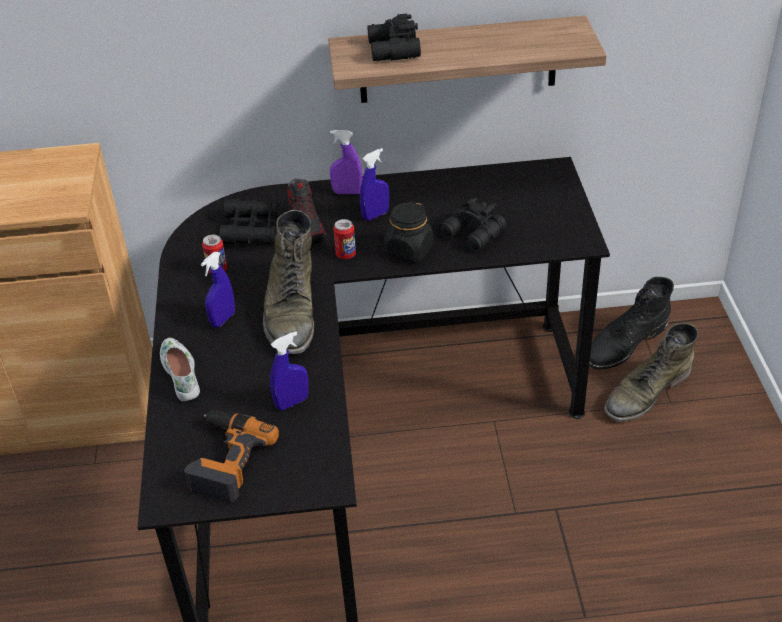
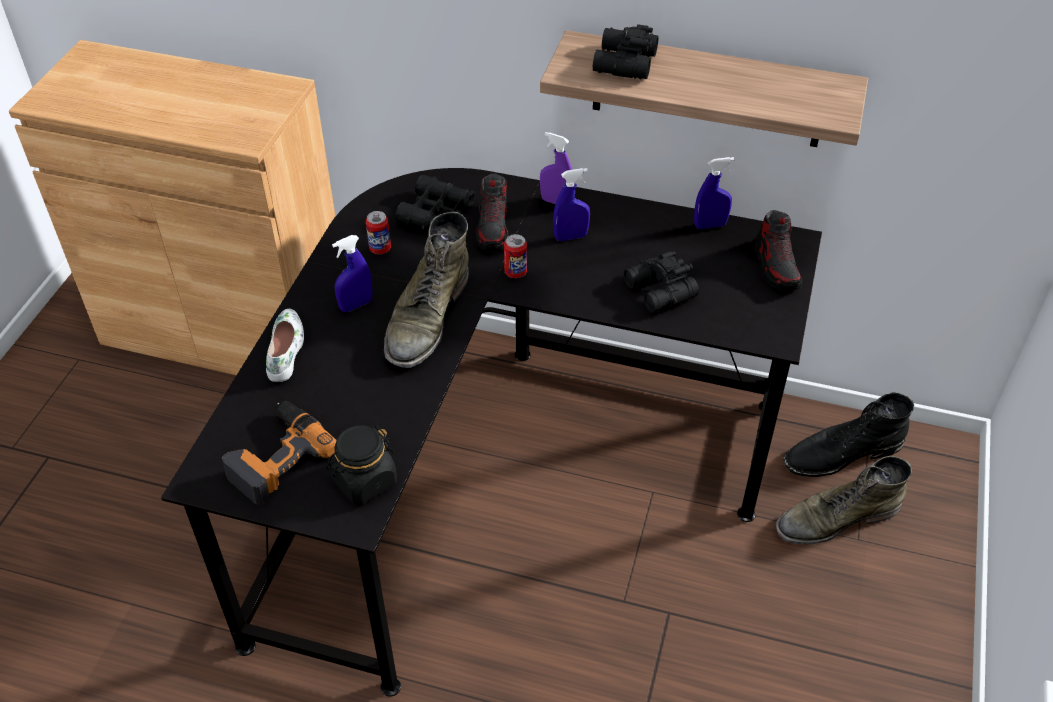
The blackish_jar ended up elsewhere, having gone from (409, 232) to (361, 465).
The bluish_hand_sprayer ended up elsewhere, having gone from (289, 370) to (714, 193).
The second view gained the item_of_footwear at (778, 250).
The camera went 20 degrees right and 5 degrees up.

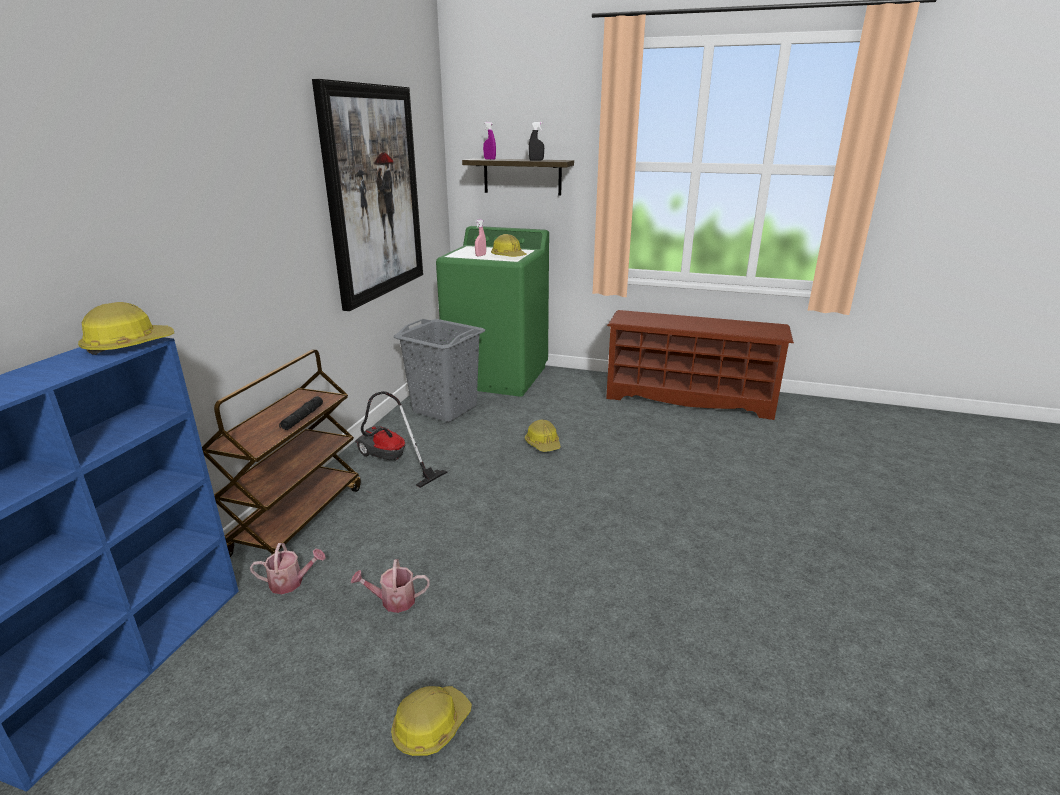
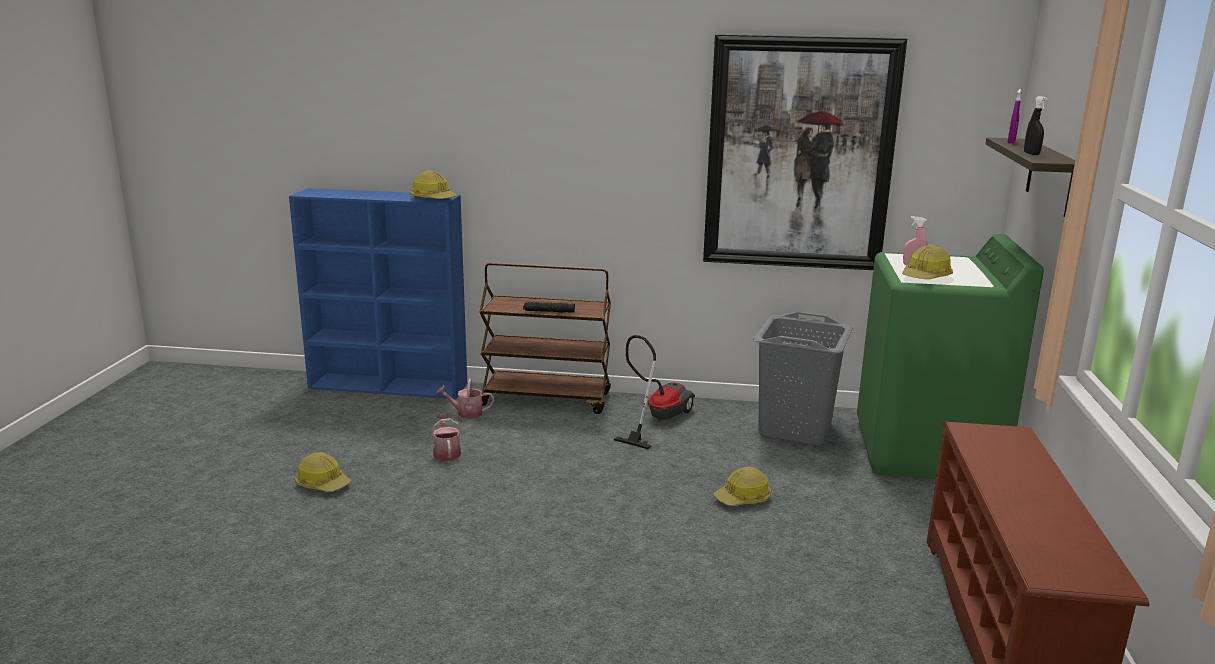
The watering_can at (288, 568) ended up facing another way, 105 degrees clockwise from before.
The camera went 80 degrees right and 5 degrees down.

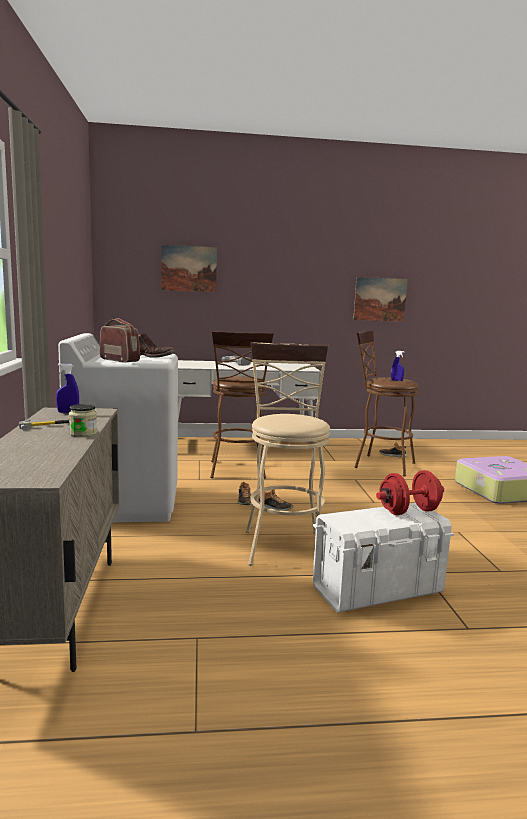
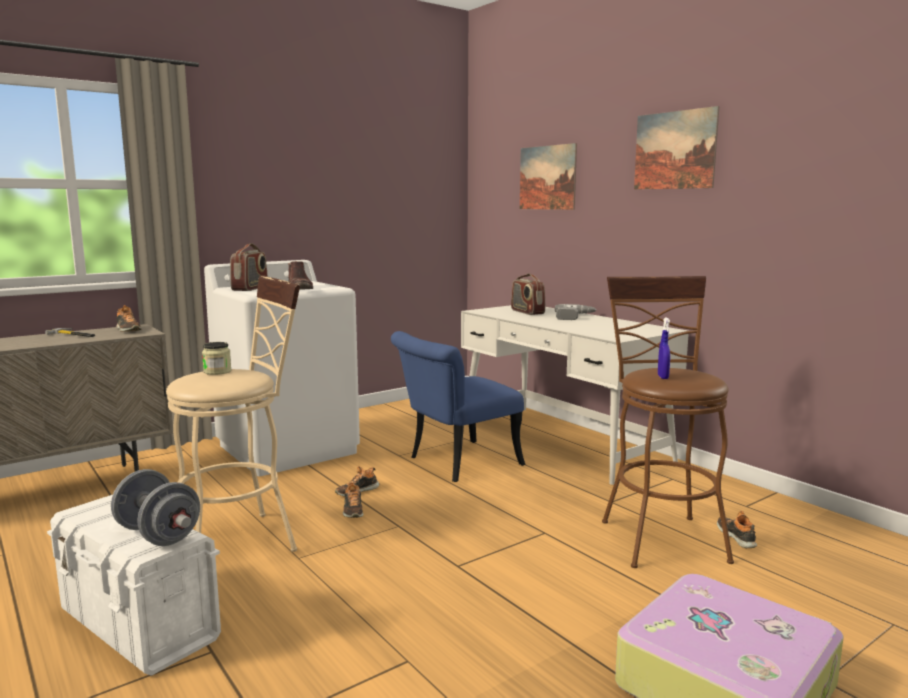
The wall_picture ended up elsewhere, having gone from (380, 299) to (677, 148).
Where the brownish_stool_seat stood at (242, 405), the bluish_chair came to stand at (458, 406).
Where the bluish_hand_sprayer stood at (67, 388), the item_of_footwear came to stand at (128, 318).
The jar ended up elsewhere, having gone from (83, 420) to (216, 358).
What was the red-coloured_dumbbell at (410, 492) turned into the greyish_dumbbell at (155, 507).
The second view gained the radio_set at (528, 294).
The camera went 60 degrees right and 0 degrees up.

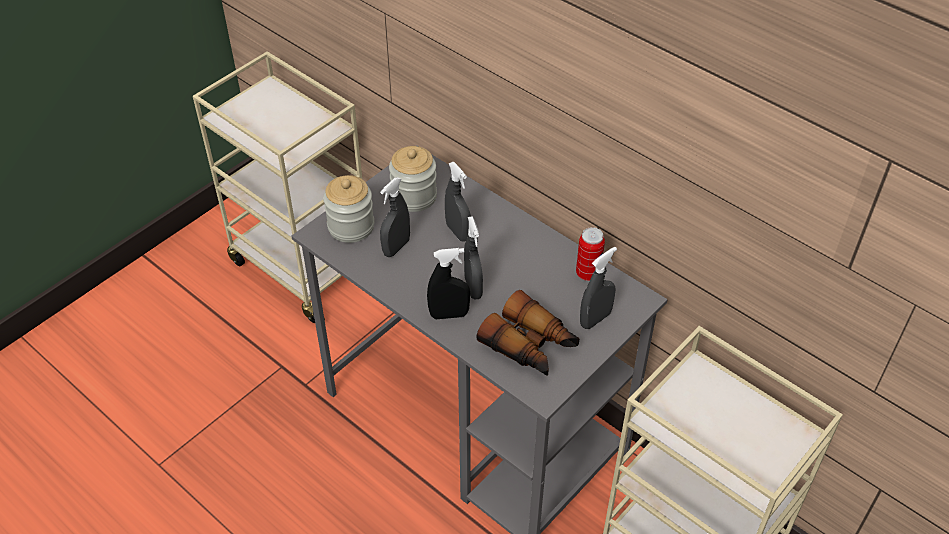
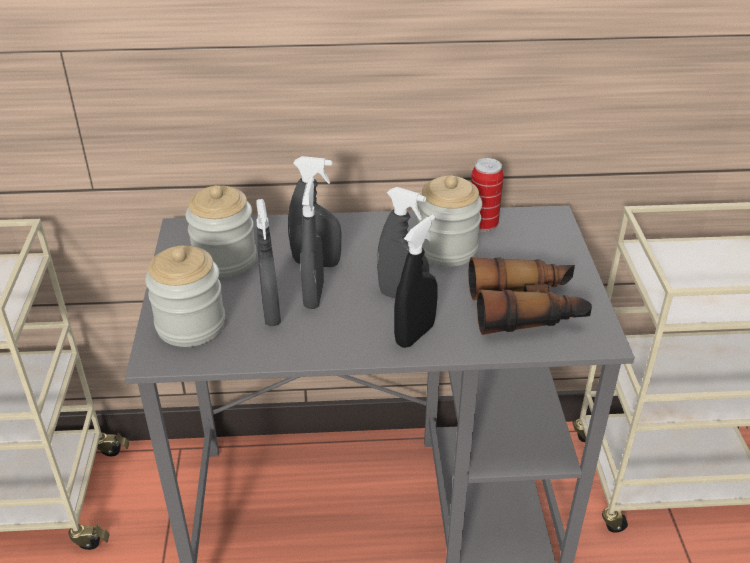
The greyish_hand_sprayer ended up elsewhere, having gone from (598, 288) to (312, 243).
The second view gained the jar at (449, 221).
The camera went 45 degrees left and 10 degrees down.

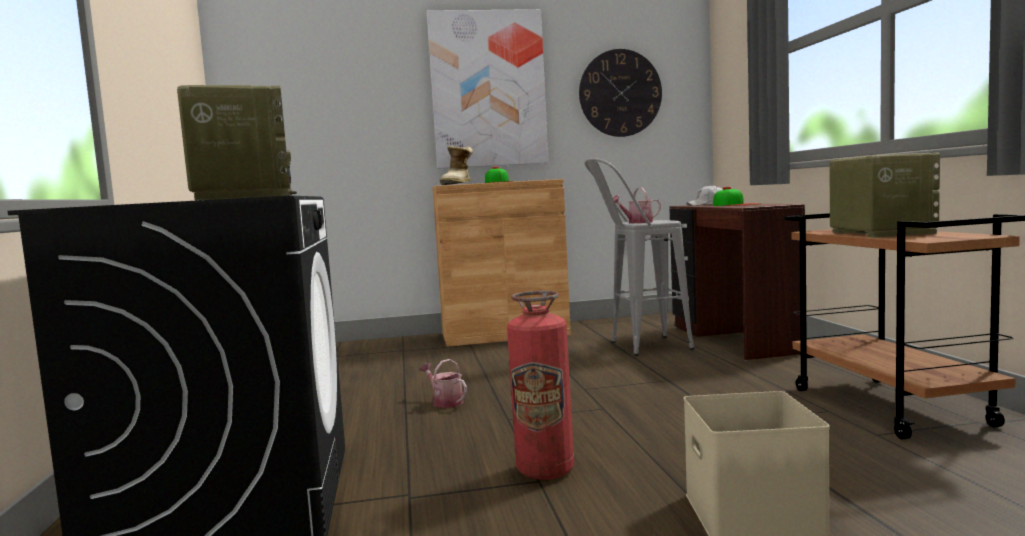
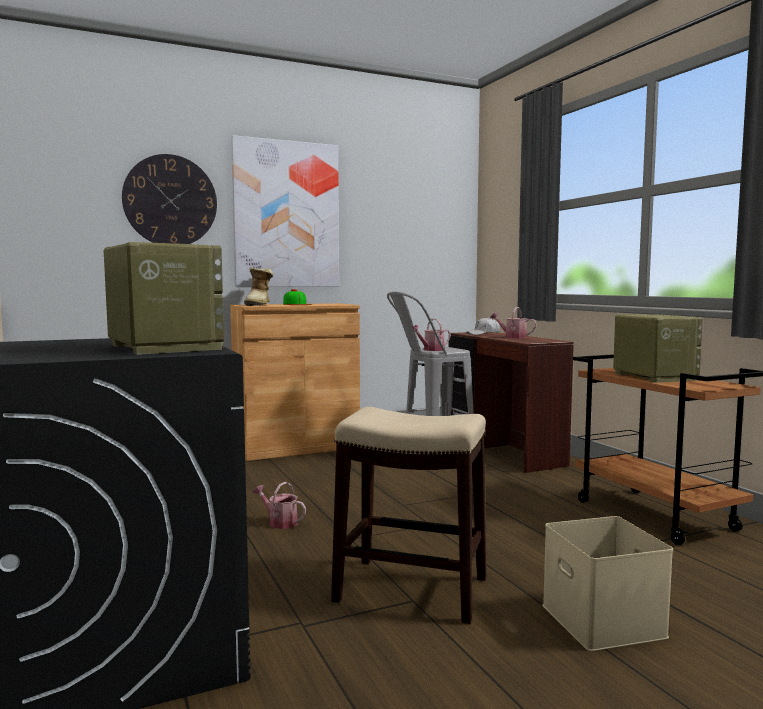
The hanging_clock ended up elsewhere, having gone from (620, 93) to (169, 199).
Where the baseball_cap stood at (737, 196), the watering_can came to stand at (513, 322).
Where the fire-fighting_cylinder stood at (540, 385), the stool_seat came to stand at (408, 515).
The camera went 15 degrees left and 0 degrees up.

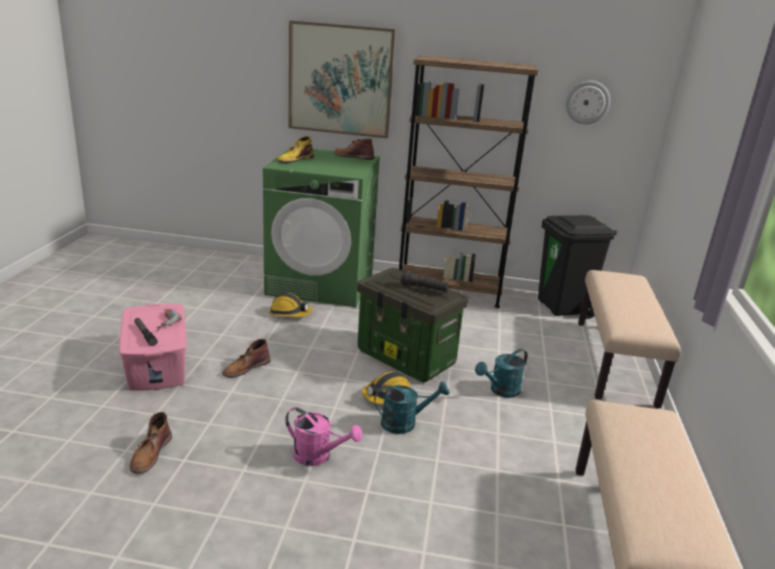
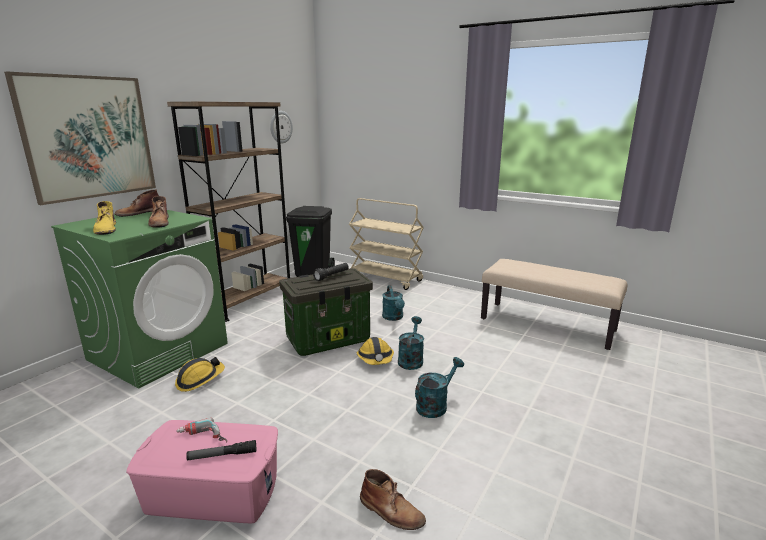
Where the sand-coloured_bench stood at (629, 339), the sand-coloured_wheeled_cart came to stand at (386, 244).
The brownish_tall_boot ended up elsewhere, having gone from (246, 358) to (158, 212).
What was the pink_watering_can at (324, 436) turned into the turquoise-coloured_watering_can at (439, 387).
The camera went 65 degrees left and 5 degrees down.

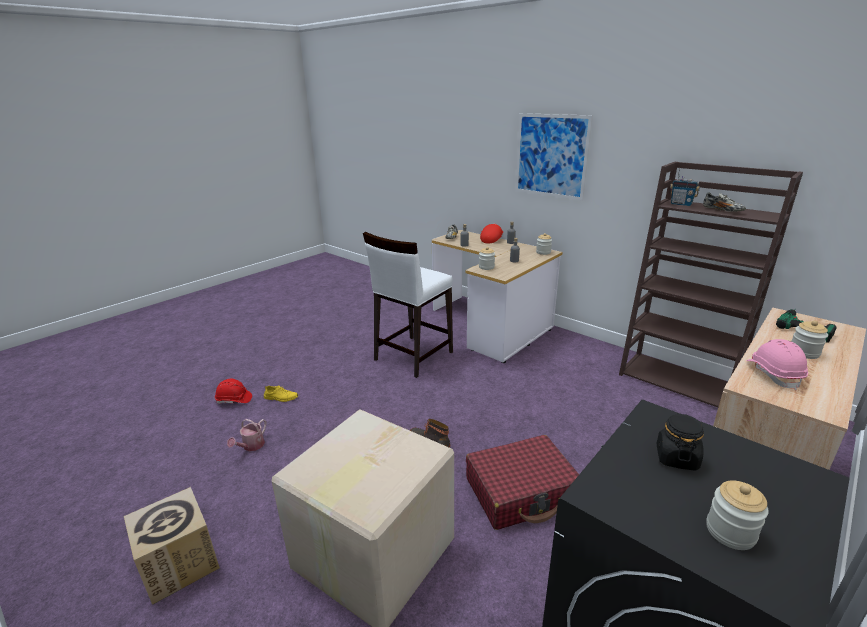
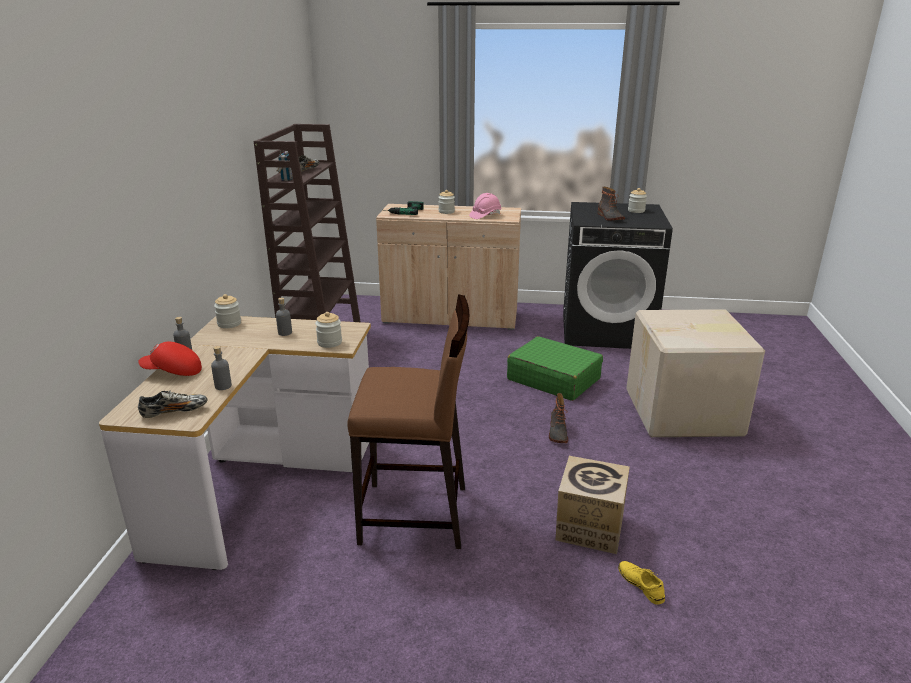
The second view lost the wall_picture at (554, 157).
What was the white-coloured_stool_seat at (408, 305) turned into the brownish_stool_seat at (408, 421).
The second view lost the red-coloured_safety_helmet at (233, 391).
Where the blackish_jar stood at (680, 442), the tall_boot came to stand at (611, 204).
The second view lost the watering_can at (247, 435).
What was the red-coloured_suitcase at (522, 482) turned into the greenish_suitcase at (555, 368).
The carton ended up elsewhere, having gone from (172, 546) to (593, 505).
The camera went 125 degrees left and 0 degrees up.

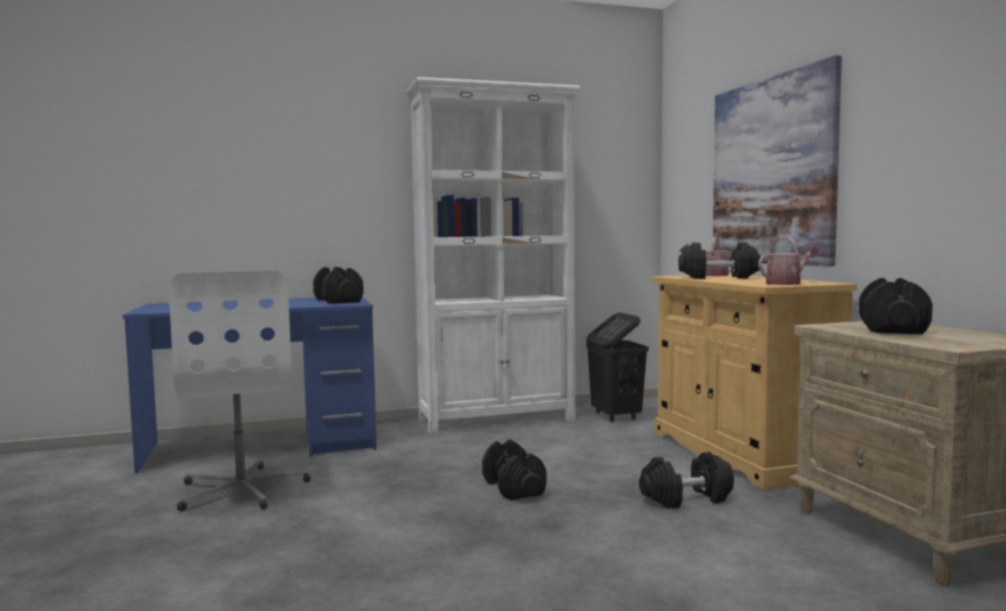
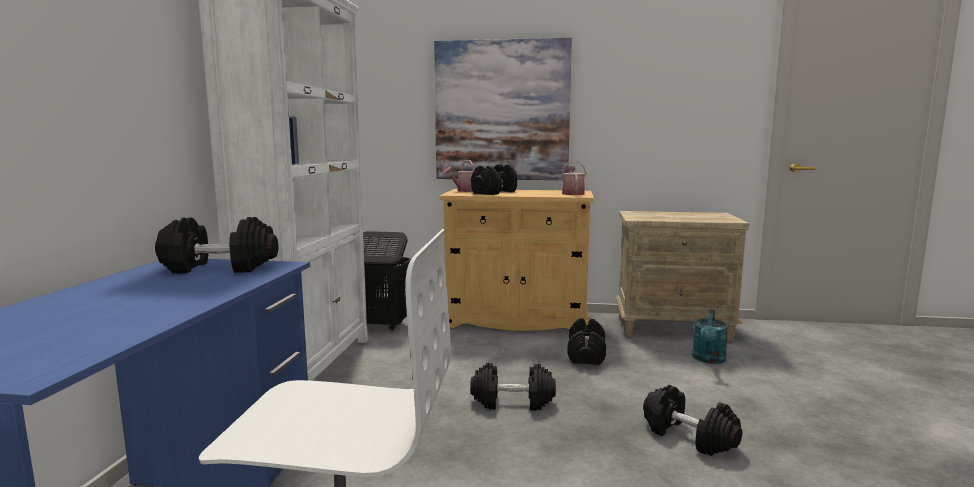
The blackish_dumbbell ended up elsewhere, having gone from (896, 306) to (692, 420).
The second view gained the turquoise-coloured_watering_can at (710, 337).
The camera went 65 degrees left and 5 degrees up.

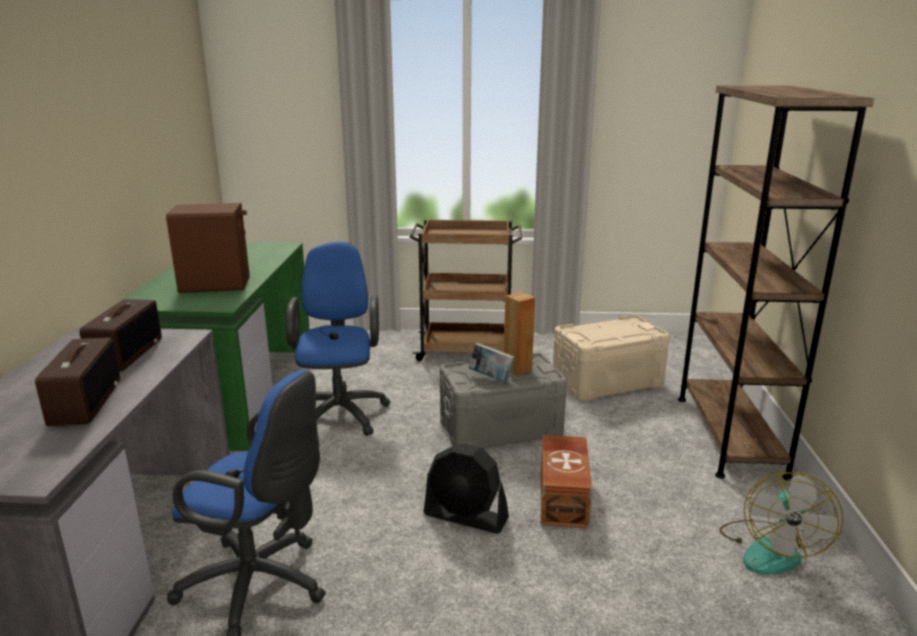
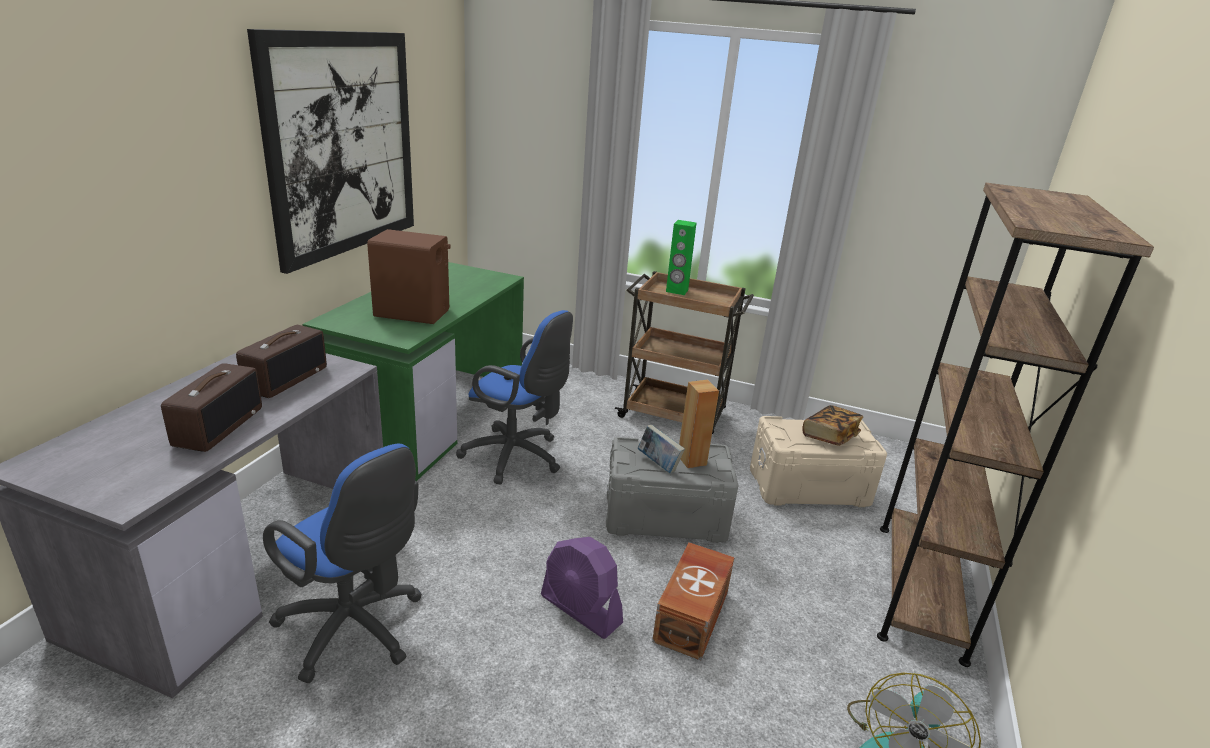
The bluish_computer_chair at (338, 339) ended up facing another way, 105 degrees clockwise from before.
What was the blackish_fan at (466, 489) turned into the purplish_fan at (582, 588).
The second view gained the wall_picture at (330, 151).
The second view gained the greenish_speaker at (681, 257).
The second view gained the volume at (832, 425).
The camera went 15 degrees right and 5 degrees up.

